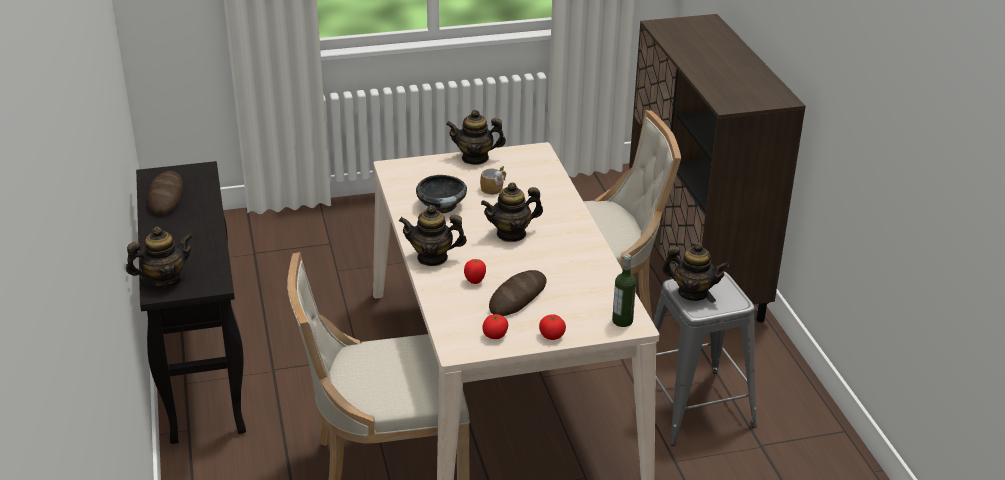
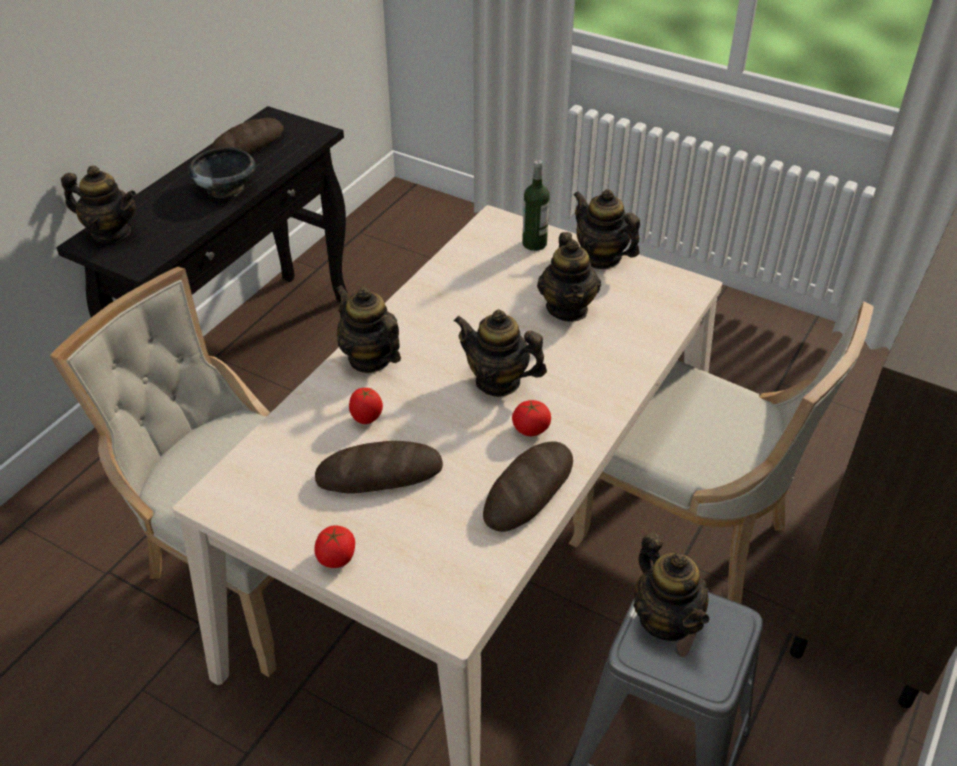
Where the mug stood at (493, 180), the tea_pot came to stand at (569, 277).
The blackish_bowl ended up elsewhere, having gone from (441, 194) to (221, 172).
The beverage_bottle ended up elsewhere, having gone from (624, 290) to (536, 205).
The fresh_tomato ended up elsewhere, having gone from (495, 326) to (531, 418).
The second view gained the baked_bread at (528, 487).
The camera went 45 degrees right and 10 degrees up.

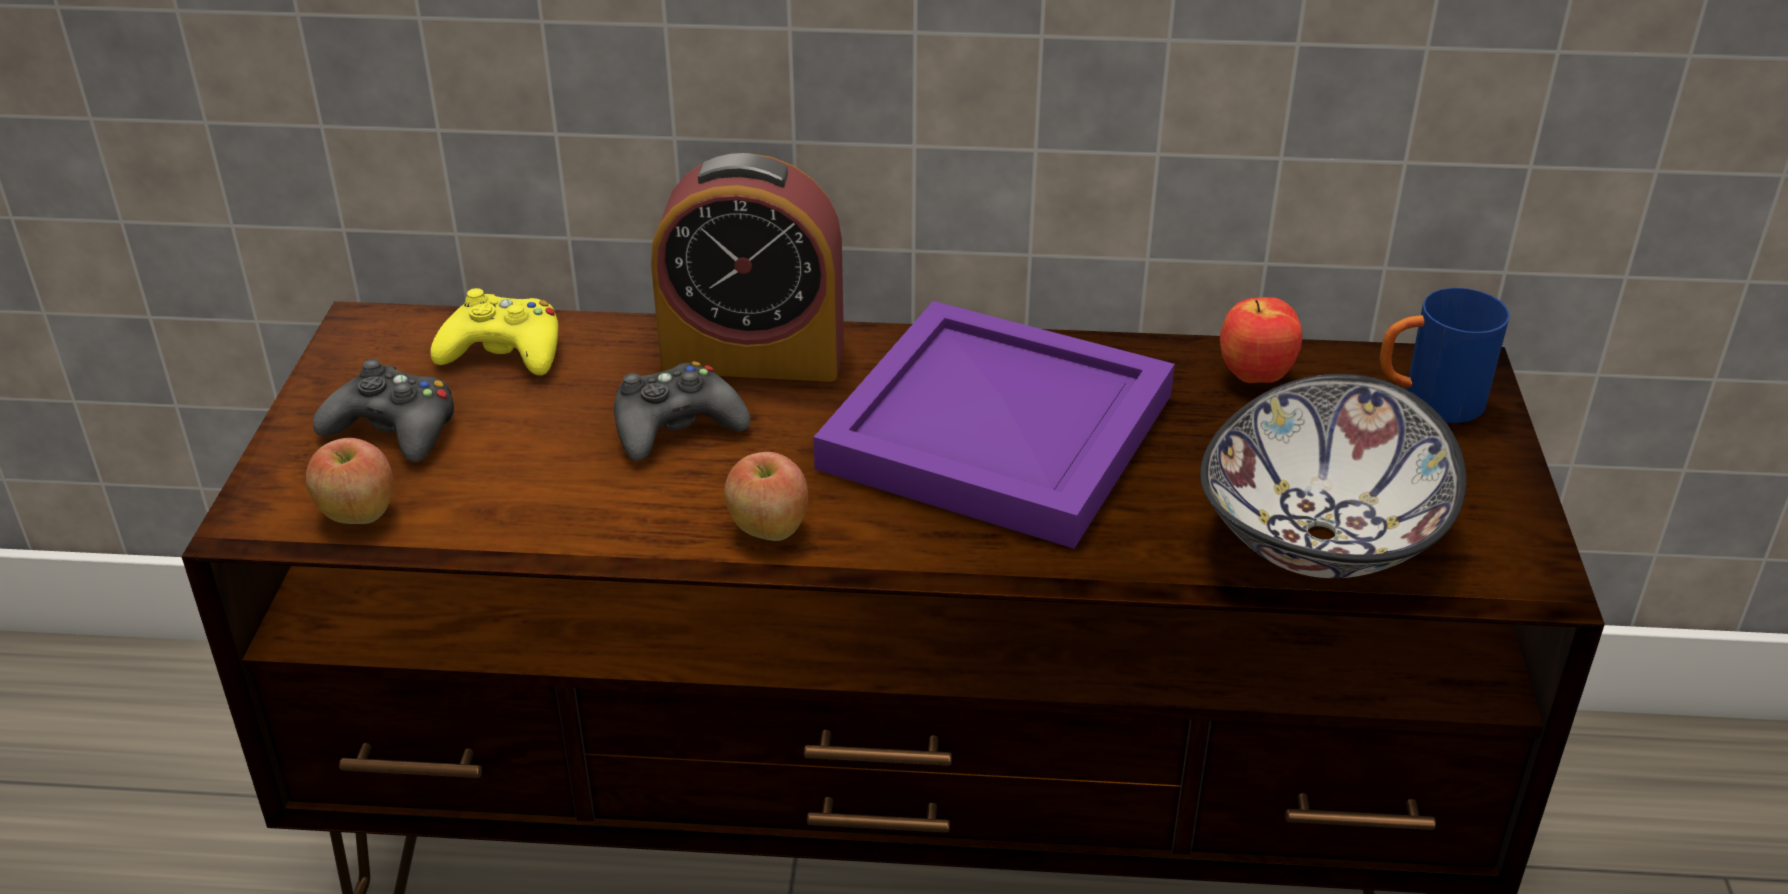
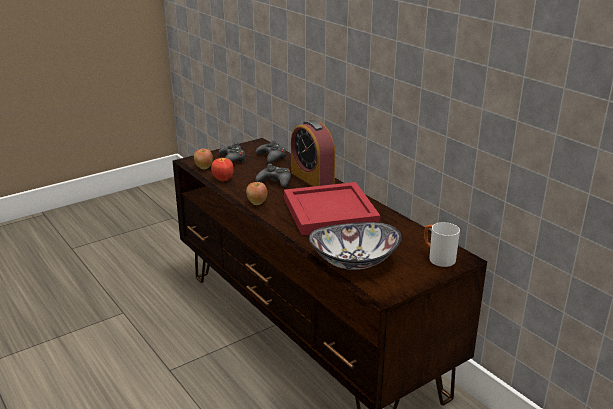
What was the yellow-coloured_joypad at (494, 331) turned into the blackish_joypad at (271, 151).
What was the bluish_mug at (1445, 355) turned into the white-coloured_mug at (442, 244).
The apple_fruit ended up elsewhere, having gone from (1261, 340) to (222, 169).
What was the purplish_serving_tray at (994, 425) turned into the red-coloured_serving_tray at (332, 208).
The camera went 50 degrees right and 10 degrees down.

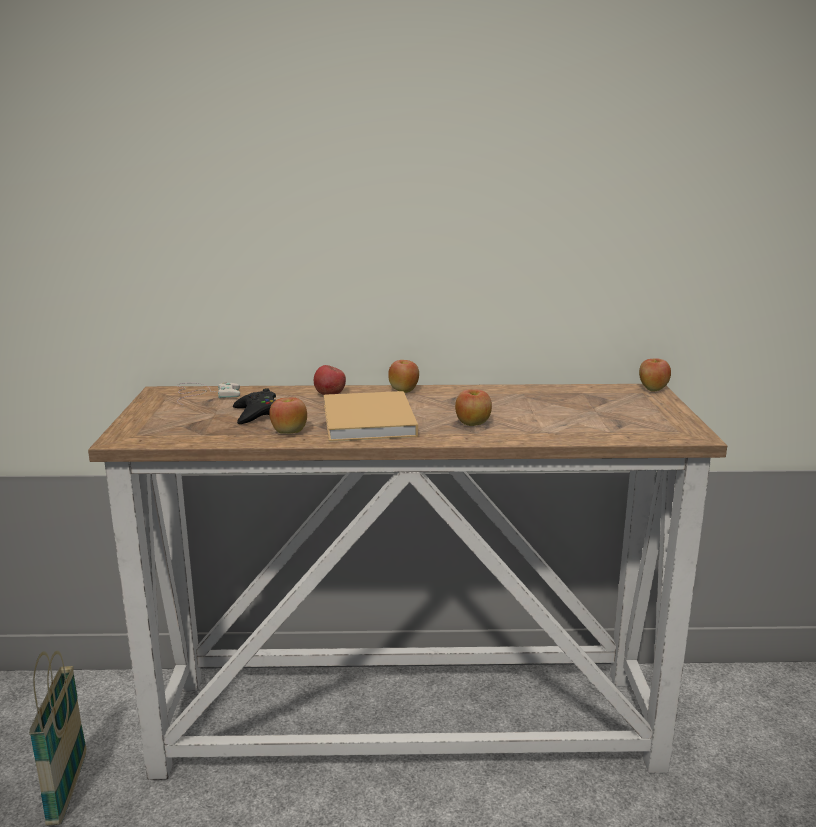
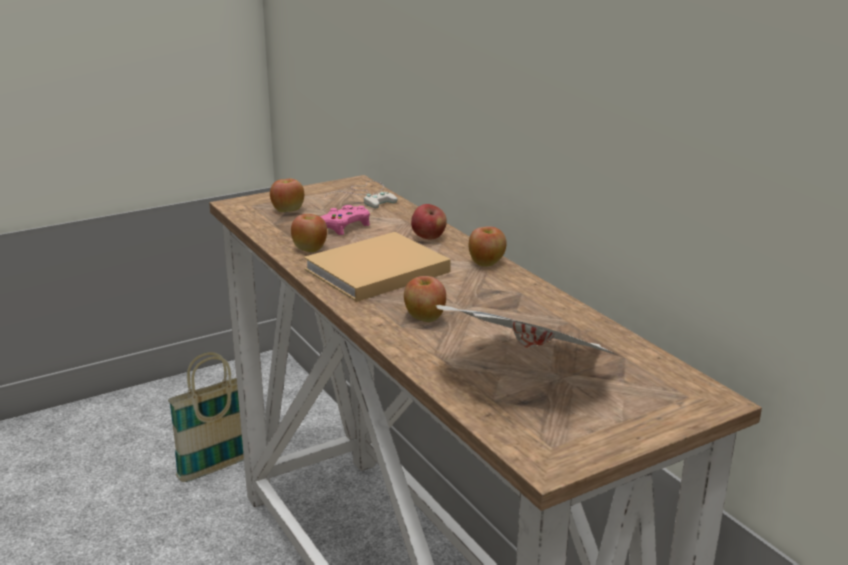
The apple_fruit ended up elsewhere, having gone from (655, 375) to (287, 195).
What was the blackish_joypad at (254, 406) turned into the pink_joypad at (345, 220).
The second view gained the daily_paper at (526, 330).
The camera went 60 degrees right and 5 degrees up.

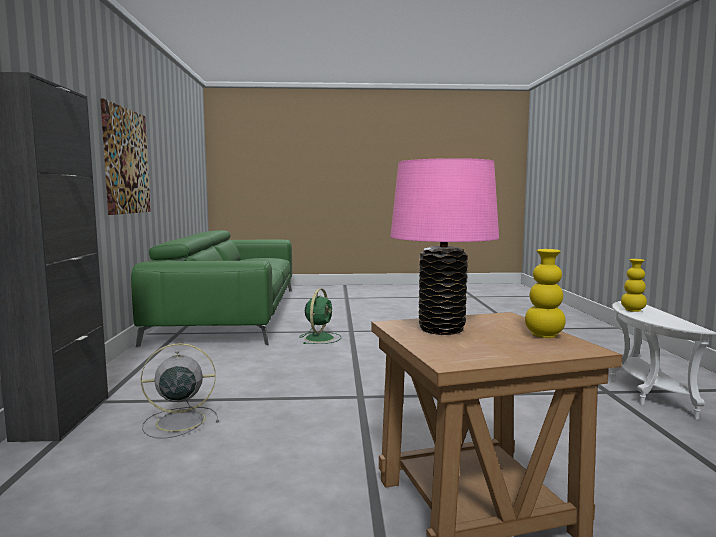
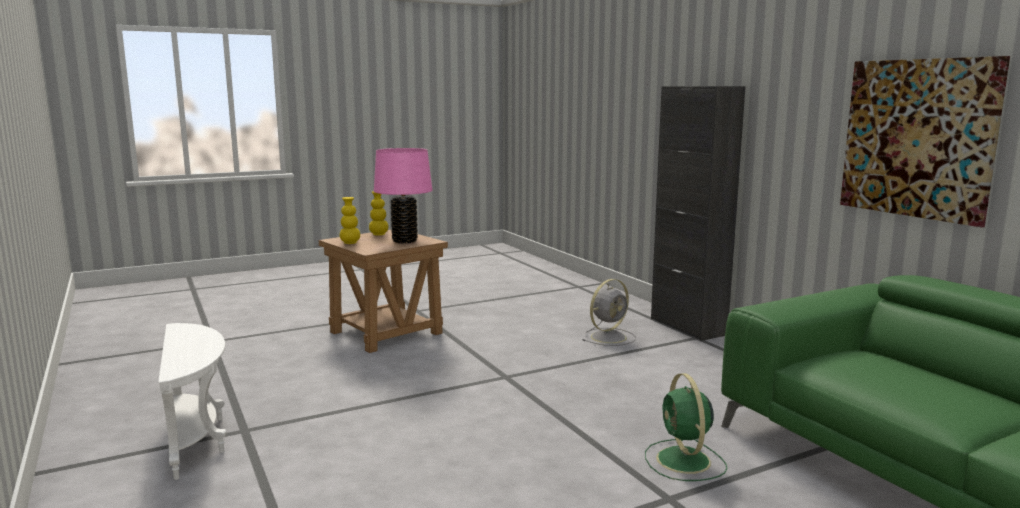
The yellow-coloured_flower_vase ended up elsewhere, having gone from (634, 285) to (378, 213).
The camera went 155 degrees right and 5 degrees up.

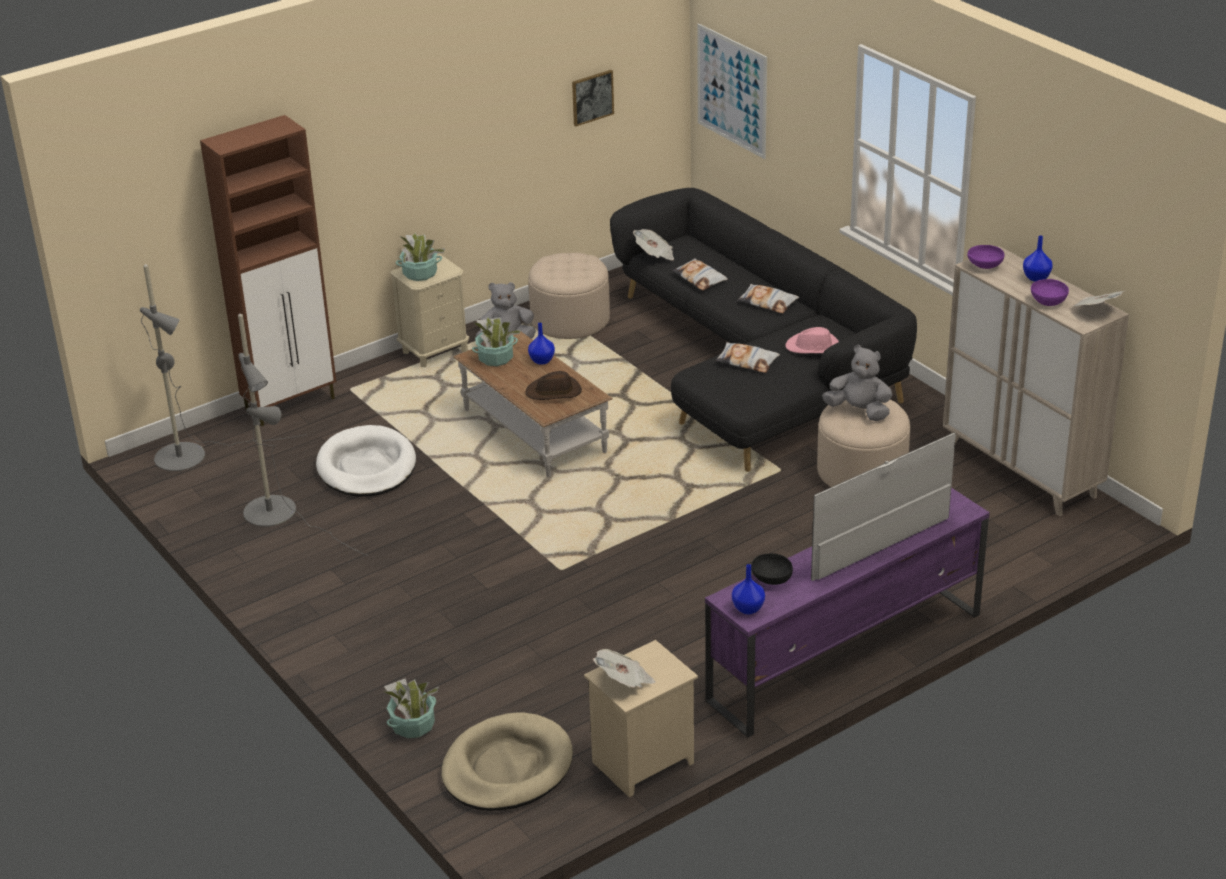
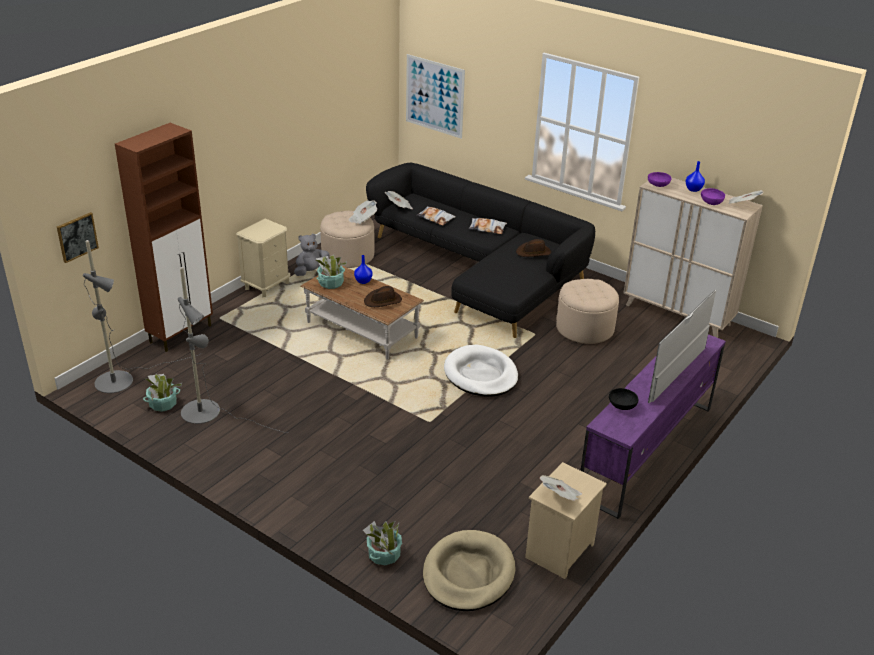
The wall_picture ended up elsewhere, having gone from (593, 98) to (78, 237).
The plant_in_a_pot ended up elsewhere, having gone from (420, 257) to (162, 393).
What was the pink_hat at (812, 340) turned into the brownish_hat at (533, 248).
The second view lost the throw_pillow at (747, 357).
The second view lost the greyish_plush_toy at (857, 383).
The white-coloured_dog_cushion ended up elsewhere, having gone from (366, 461) to (481, 371).
The second view lost the bluish_flower_vase at (748, 589).
The second view gained the daily_paper at (362, 212).
The camera went 20 degrees left and 0 degrees up.

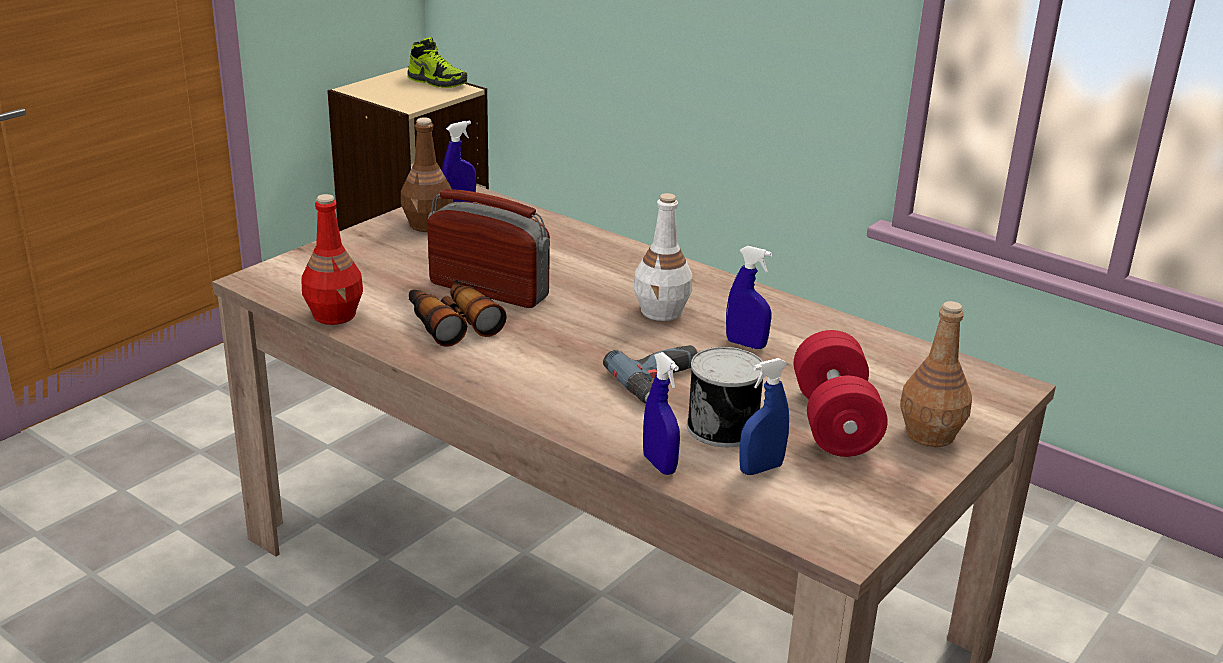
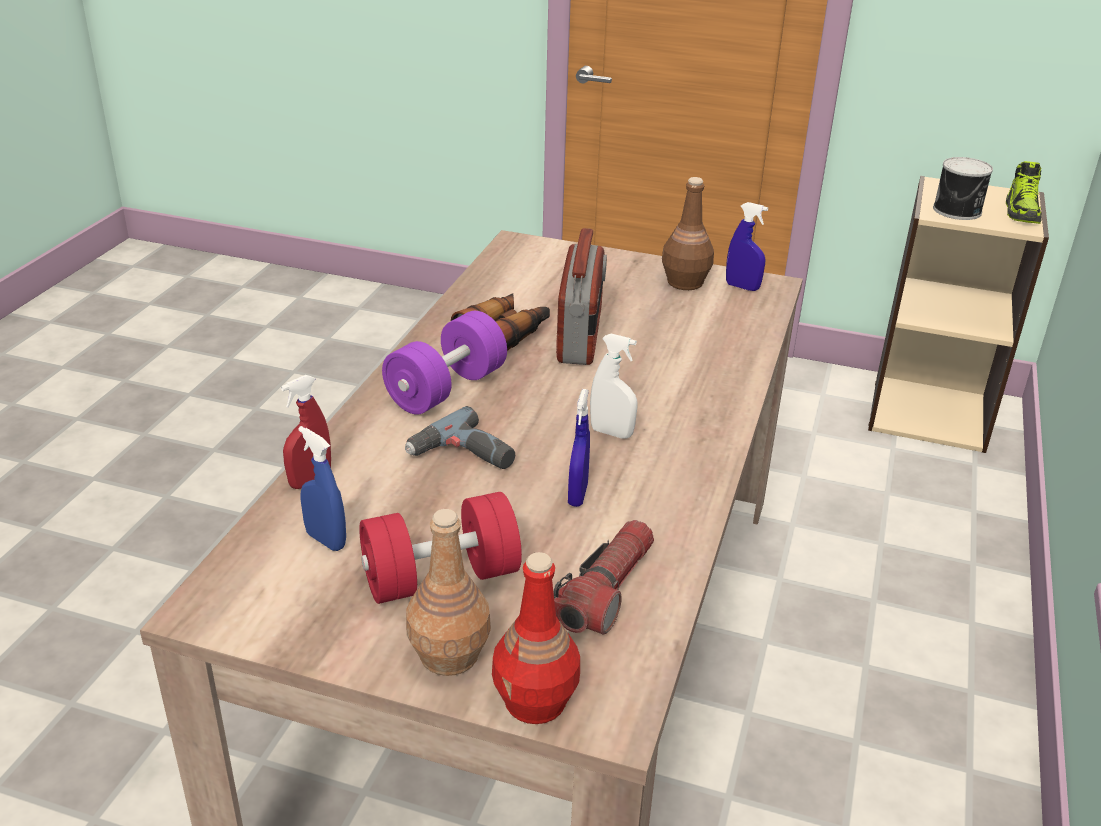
Where the white-coloured_beverage_bottle stood at (663, 257), the white-coloured_hand_sprayer came to stand at (613, 386).
The red-coloured_beverage_bottle ended up elsewhere, having gone from (332, 259) to (536, 638).
The metal_can ended up elsewhere, having gone from (725, 397) to (963, 188).
What was the bluish_hand_sprayer at (661, 413) turned into the red-coloured_hand_sprayer at (306, 432).
The second view gained the purplish_dumbbell at (444, 363).
The second view gained the flashlight at (604, 577).
The camera went 70 degrees right and 5 degrees up.

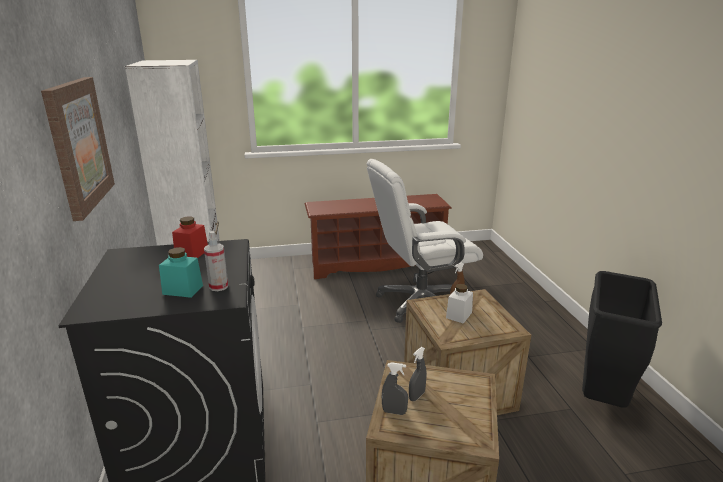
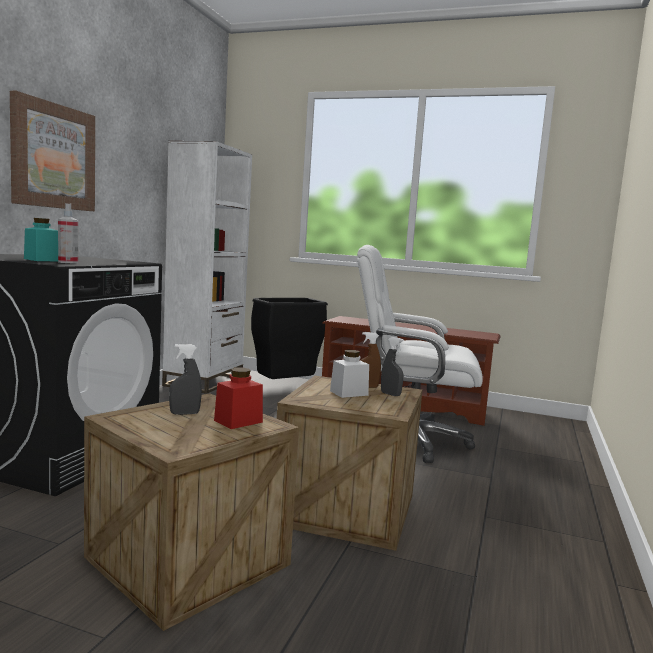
The red-coloured_jar ended up elsewhere, having gone from (190, 237) to (238, 398).
The blackish_trash_can ended up elsewhere, having gone from (622, 339) to (289, 338).
The greyish_hand_sprayer ended up elsewhere, having gone from (395, 388) to (392, 366).
The camera went 30 degrees right and 15 degrees down.

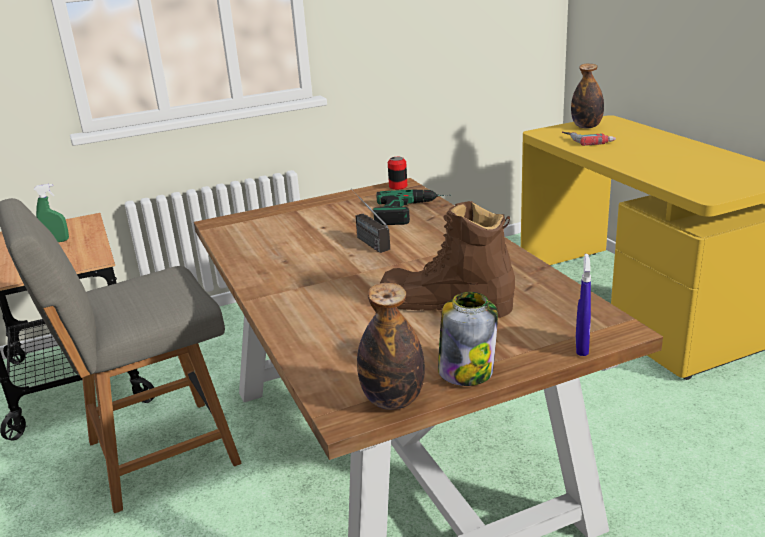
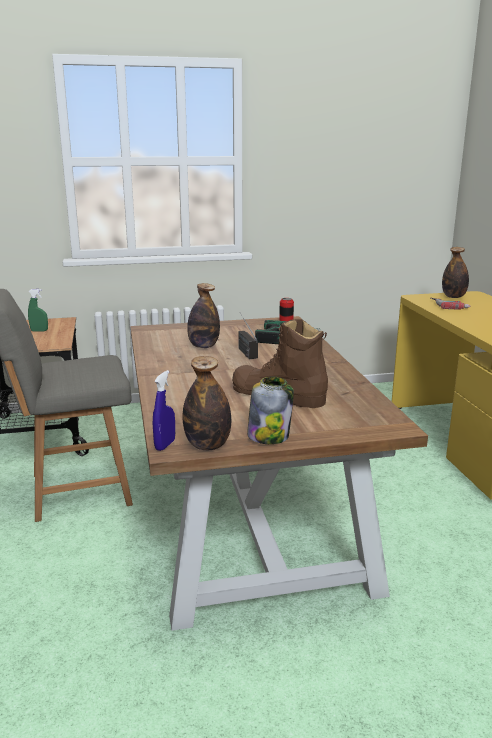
The bluish_hand_sprayer ended up elsewhere, having gone from (583, 305) to (164, 410).
The second view gained the beverage_bottle at (203, 315).
The camera went 10 degrees right and 5 degrees down.

